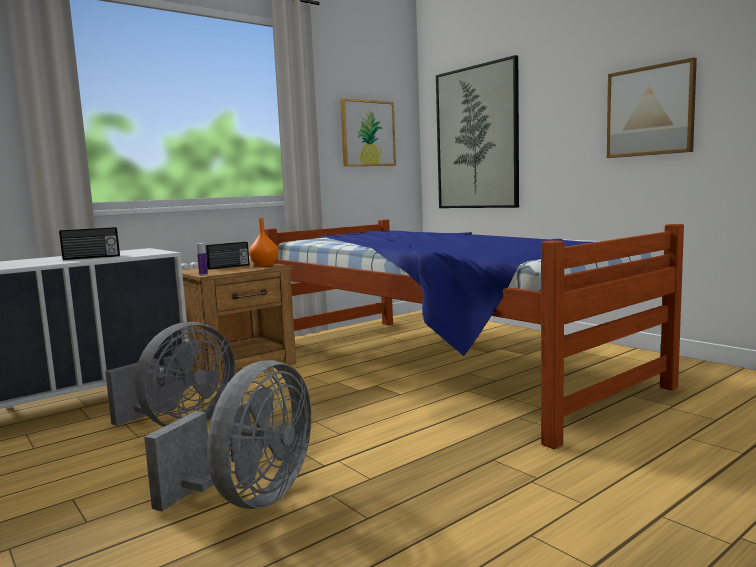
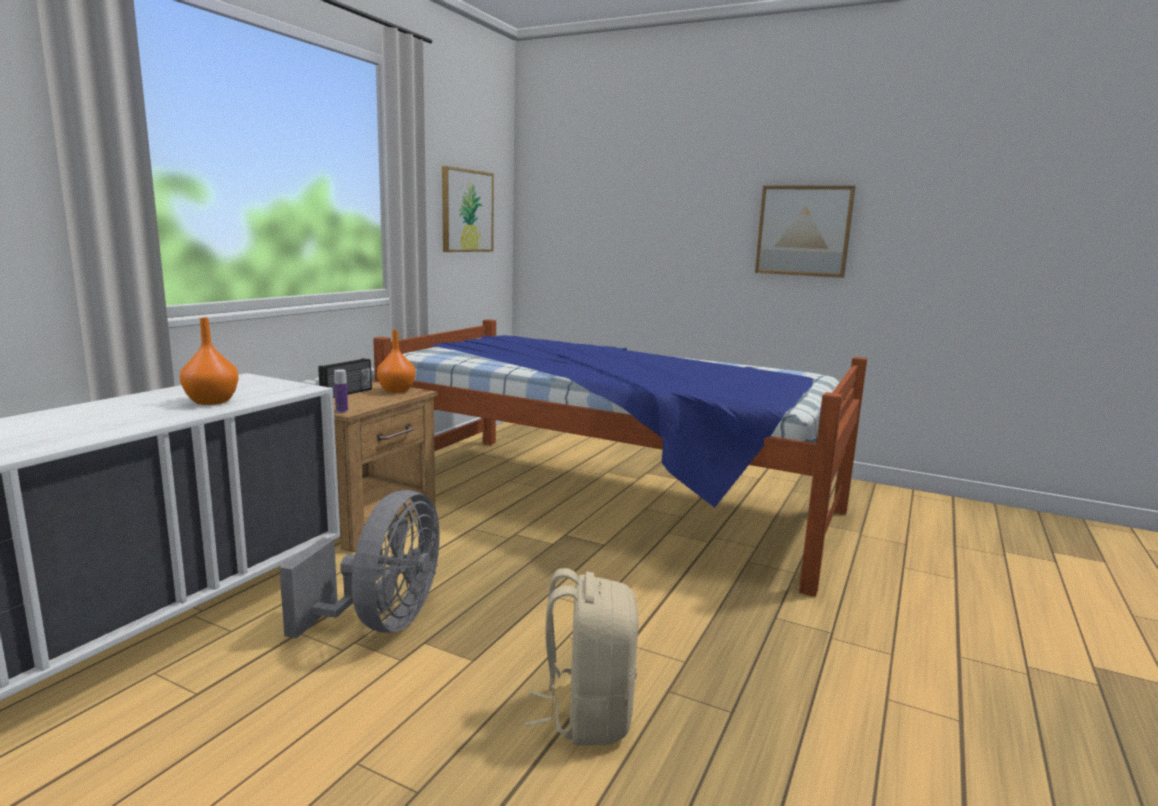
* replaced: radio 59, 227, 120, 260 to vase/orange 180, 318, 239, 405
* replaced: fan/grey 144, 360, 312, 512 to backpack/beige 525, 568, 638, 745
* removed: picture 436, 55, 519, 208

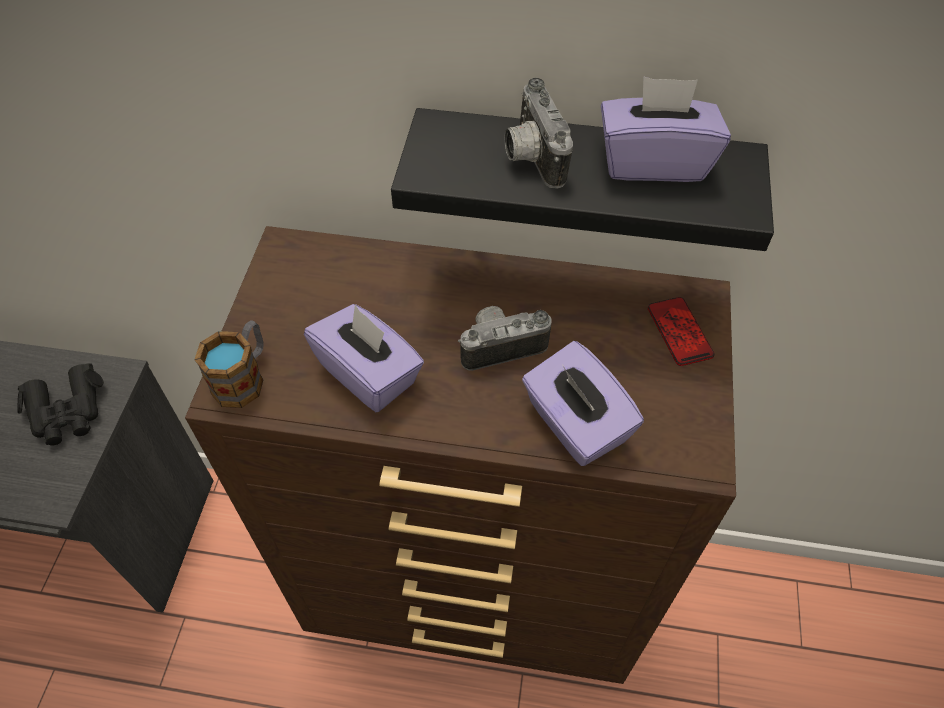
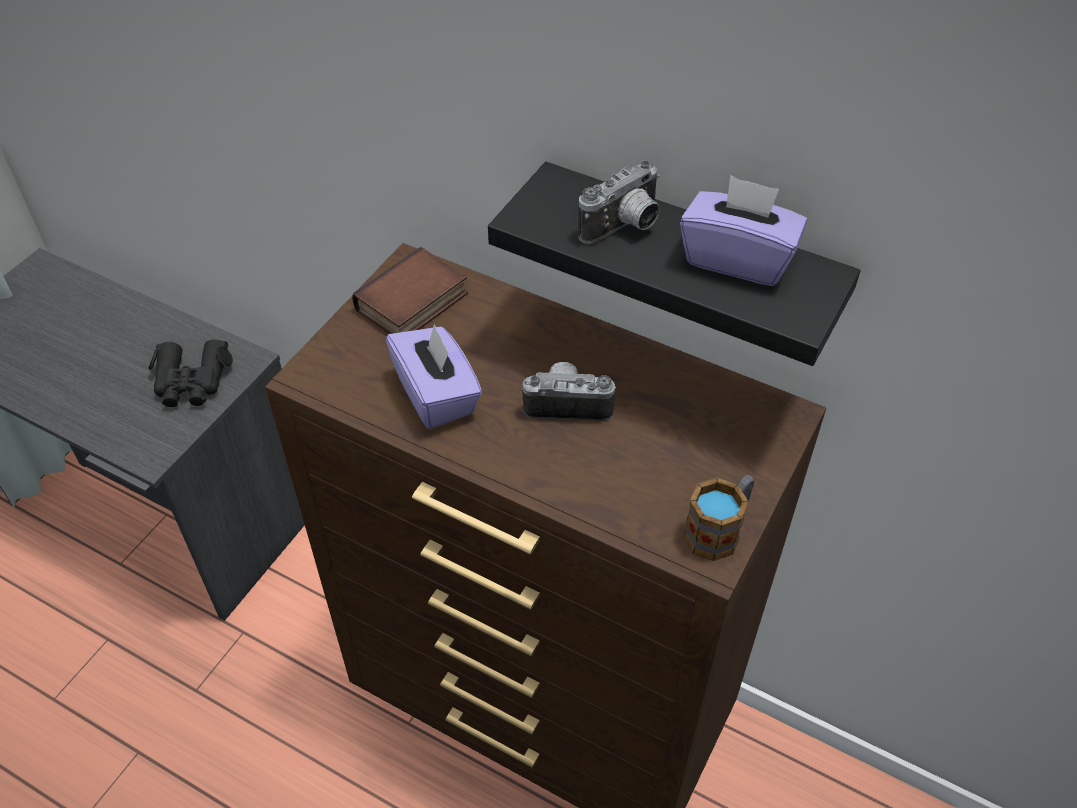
* added: book 352, 247, 468, 334
* turned: photo camera 504, 78, 573, 189 = 578, 160, 660, 244 135 degrees counterclockwise
* moved: mug 194, 320, 264, 408 to 683, 475, 754, 561
* removed: tissue box/purple 522, 341, 644, 466
* removed: phone 648, 297, 715, 366

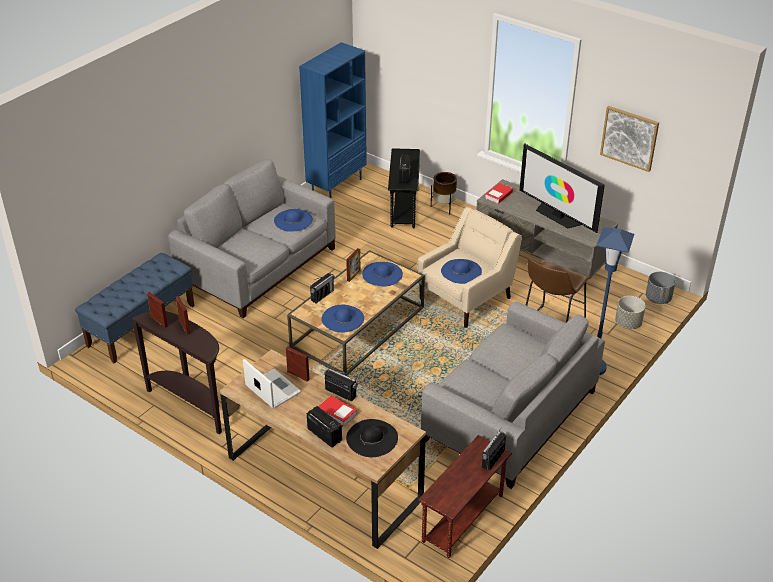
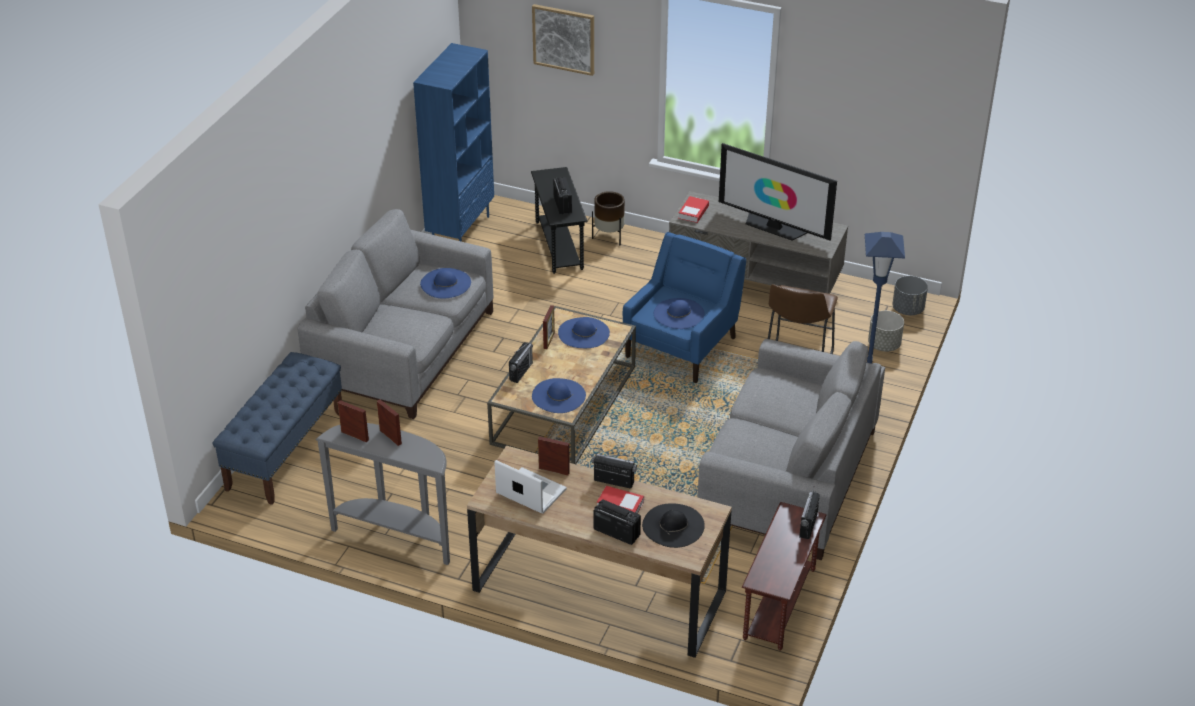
* recoloured: console table/brown 131, 311, 222, 434 to console table/grey 315, 423, 450, 565
* moved: picture 600, 106, 659, 172 to 532, 4, 594, 76
* recoloured: armchair/beige 417, 207, 522, 328 to armchair/blue 623, 232, 746, 383

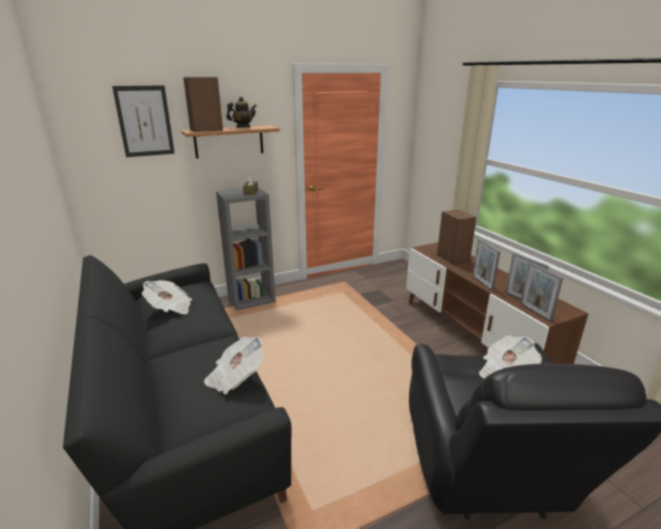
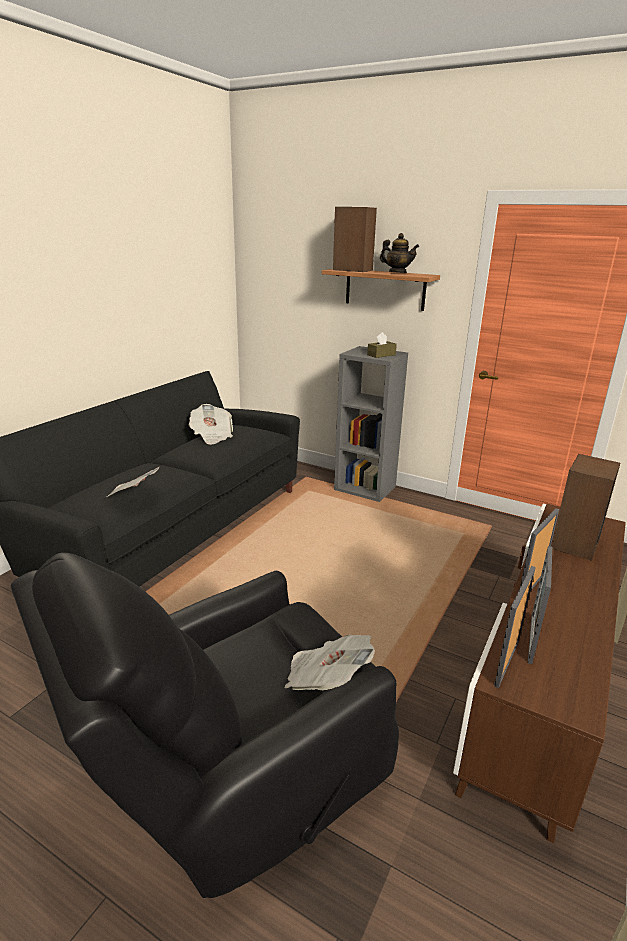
* removed: picture 112, 85, 175, 157

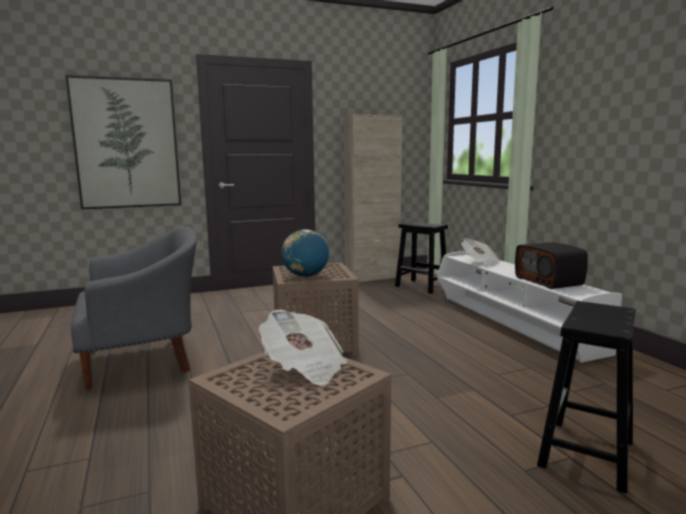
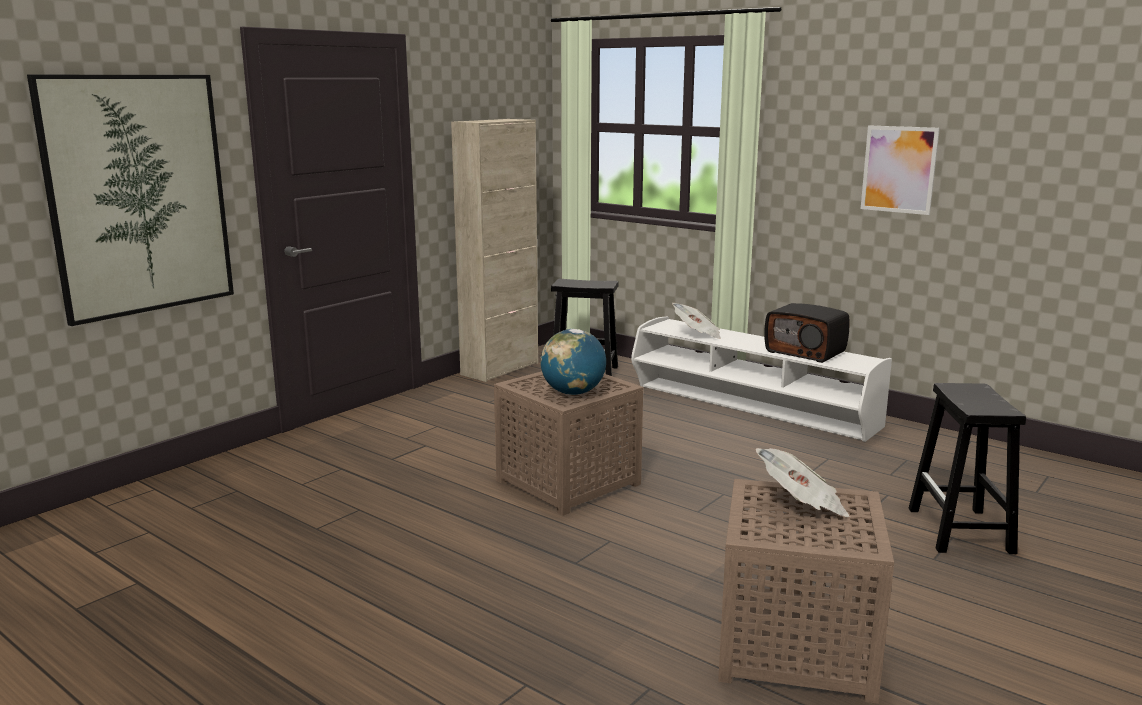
* added: picture 861, 125, 940, 215
* removed: armchair/grey 71, 226, 197, 390

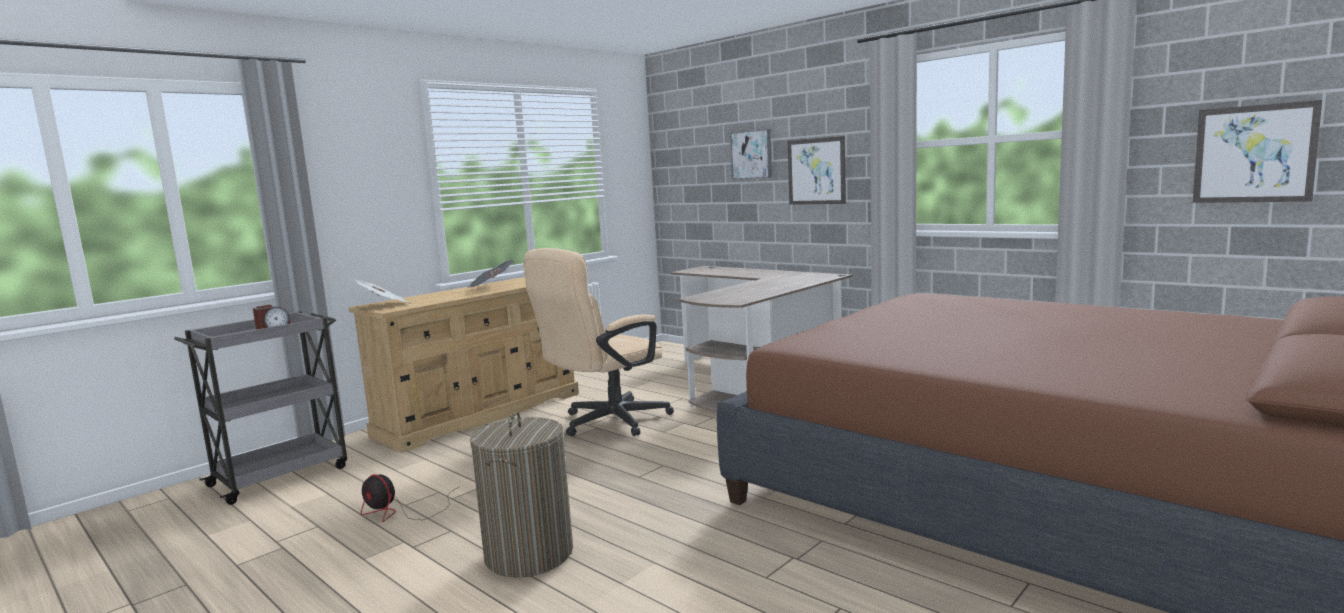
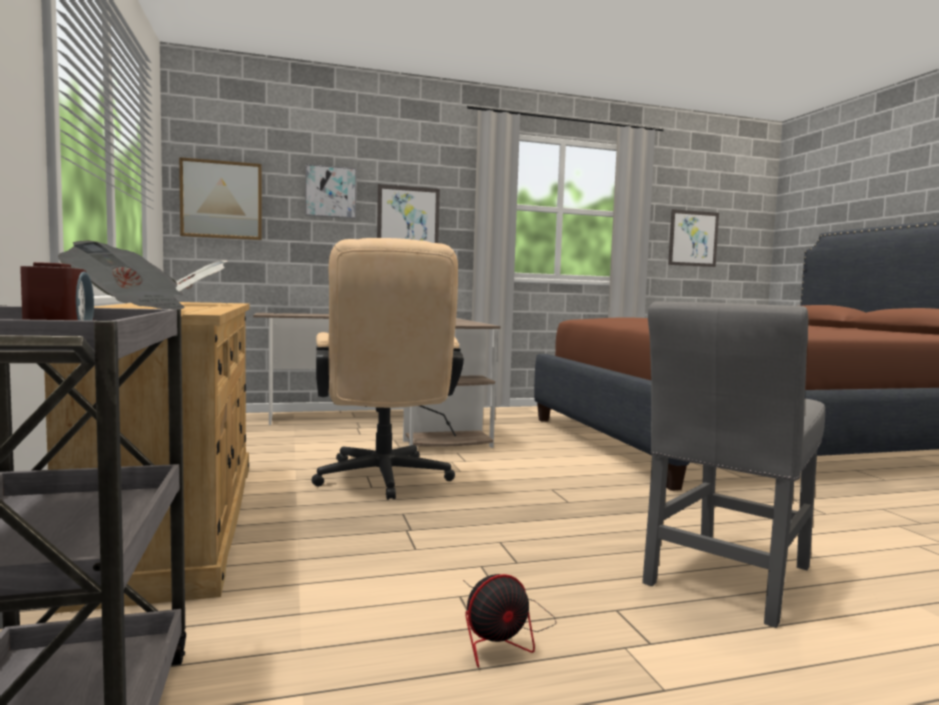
* added: picture 179, 157, 262, 240
* replaced: laundry basket 470, 411, 573, 577 to chair/grey 642, 301, 825, 628

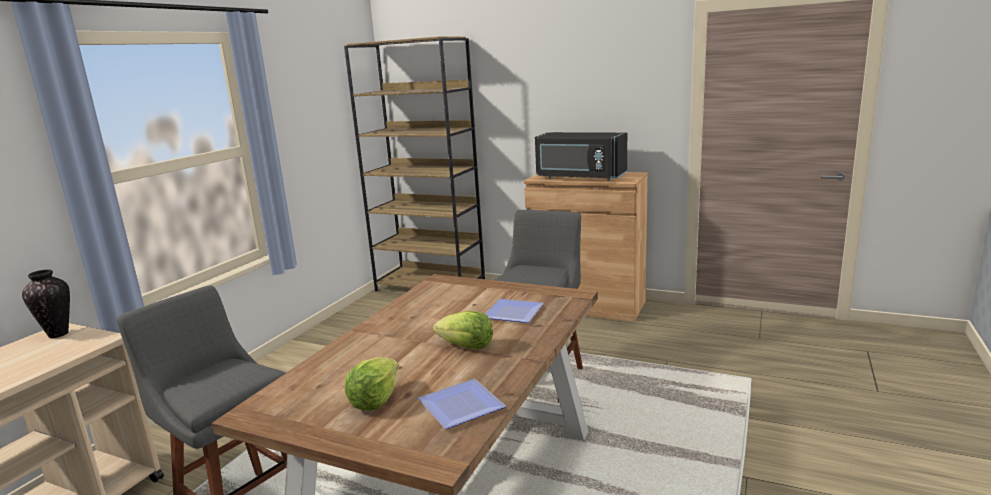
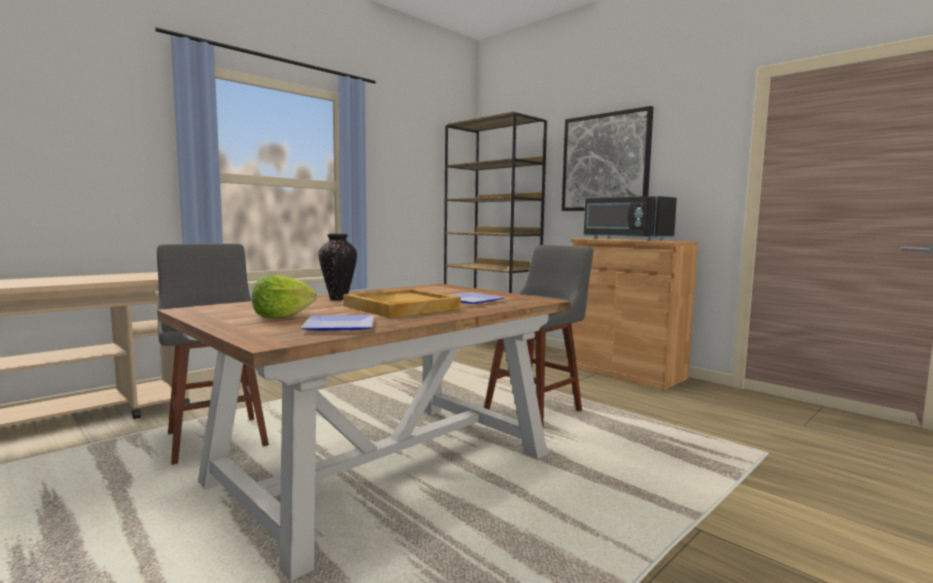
* moved: vase 22, 269, 70, 338 to 318, 234, 357, 300
* replaced: lettuce 433, 311, 493, 349 to tray/beige 343, 289, 461, 318
* added: picture 562, 106, 654, 211

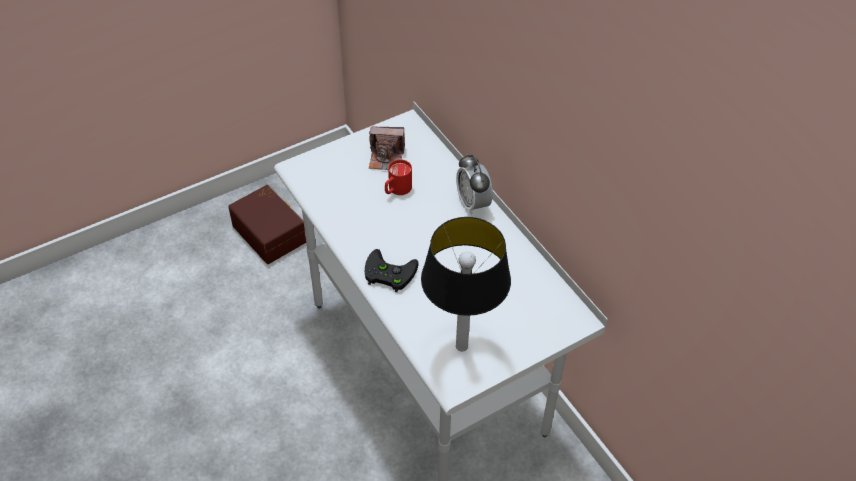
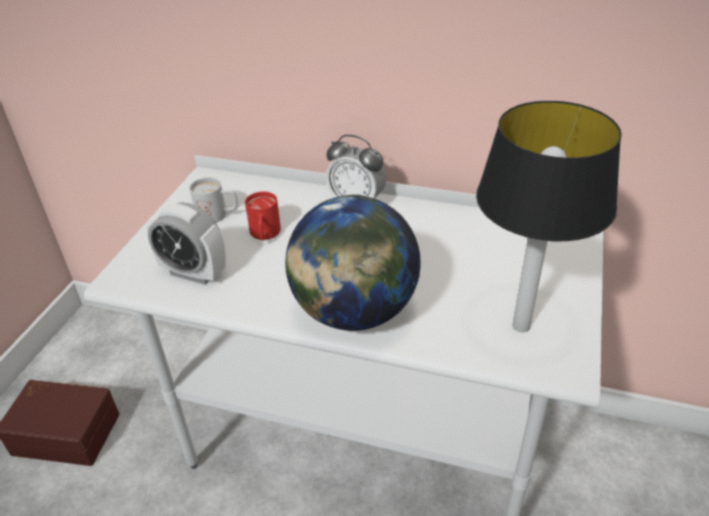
* added: alarm clock 147, 202, 226, 285
* replaced: photo camera 369, 127, 405, 170 to mug/white 189, 177, 238, 223
* replaced: game controller/black 365, 249, 419, 292 to globe 285, 195, 421, 331

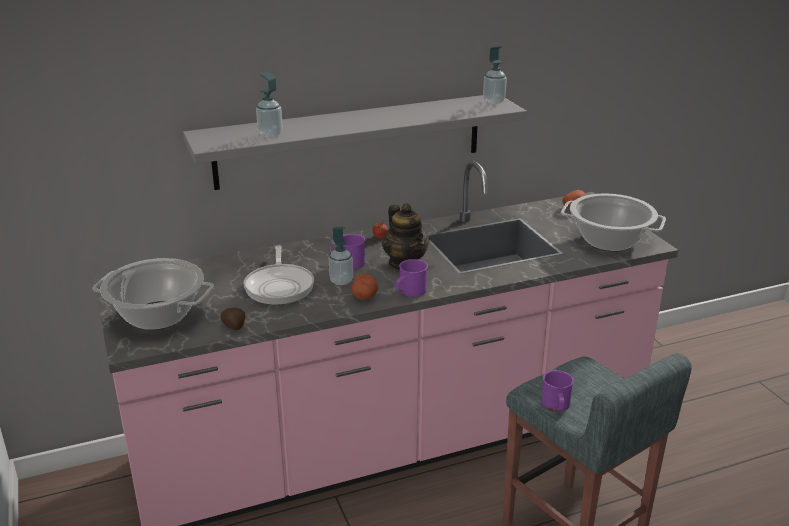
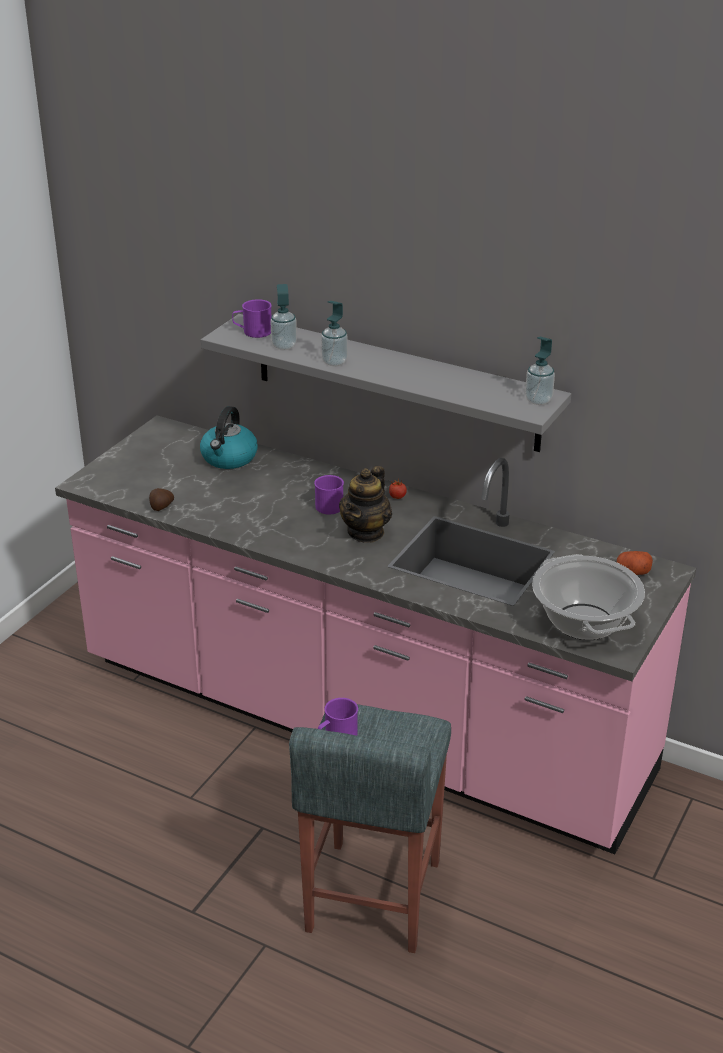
* added: kettle 200, 406, 258, 469
* moved: mug/purple 396, 259, 428, 297 to 232, 299, 272, 338
* moved: soap dispenser 329, 226, 353, 285 to 321, 301, 348, 366
* removed: cooking pot 92, 258, 214, 330
* removed: frying pan 243, 245, 314, 305
* removed: potato 352, 274, 378, 299

